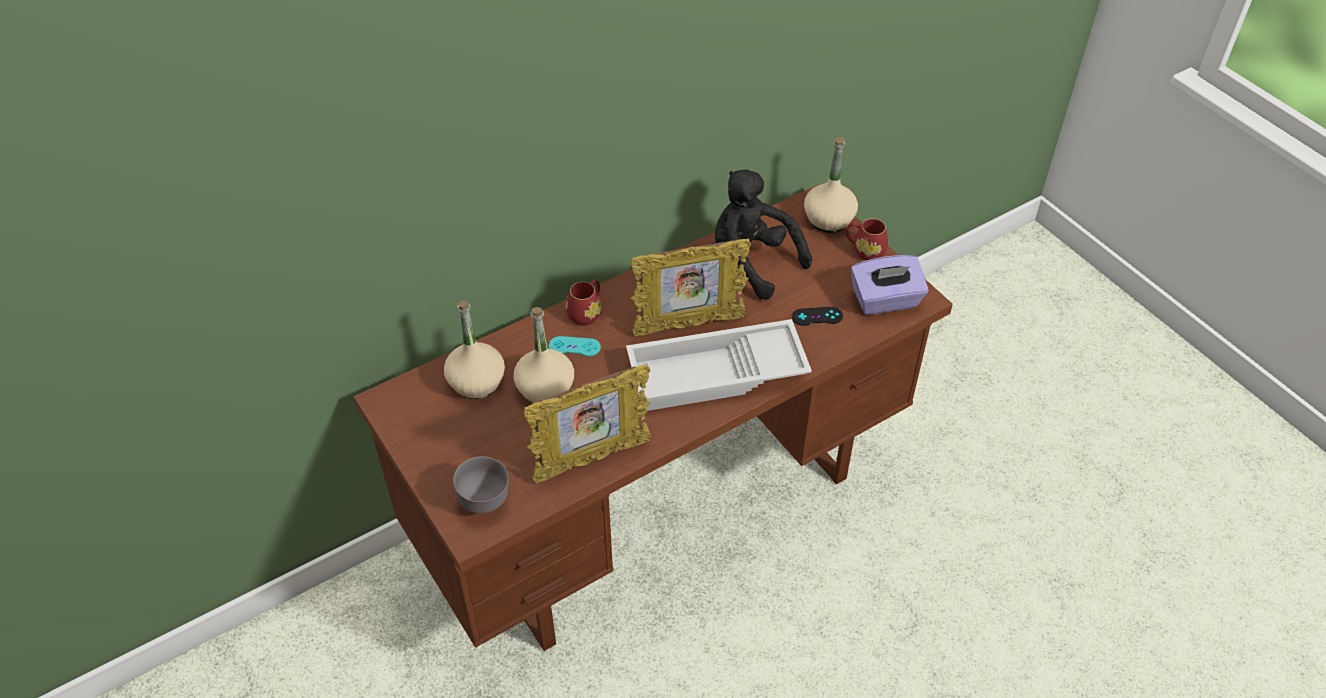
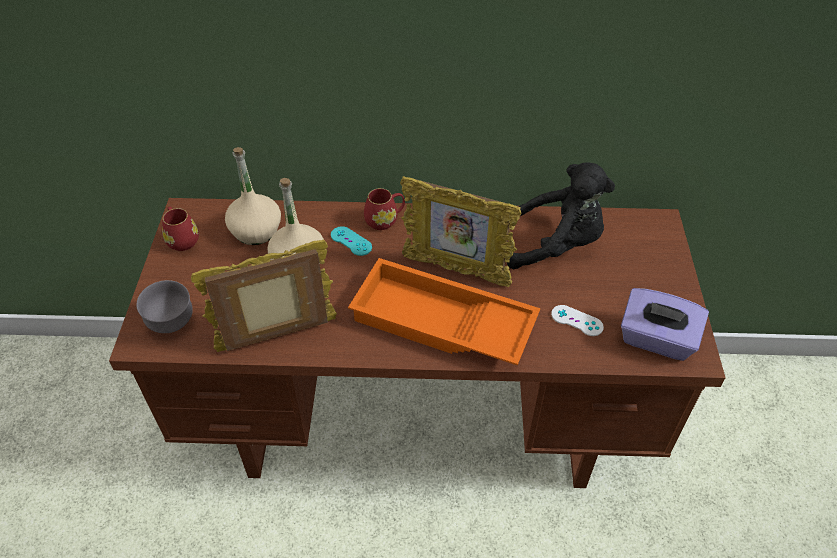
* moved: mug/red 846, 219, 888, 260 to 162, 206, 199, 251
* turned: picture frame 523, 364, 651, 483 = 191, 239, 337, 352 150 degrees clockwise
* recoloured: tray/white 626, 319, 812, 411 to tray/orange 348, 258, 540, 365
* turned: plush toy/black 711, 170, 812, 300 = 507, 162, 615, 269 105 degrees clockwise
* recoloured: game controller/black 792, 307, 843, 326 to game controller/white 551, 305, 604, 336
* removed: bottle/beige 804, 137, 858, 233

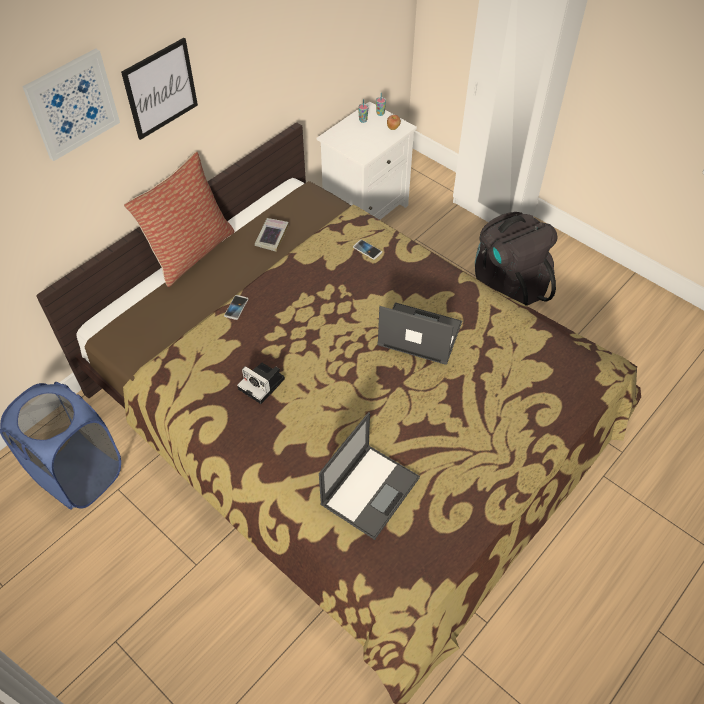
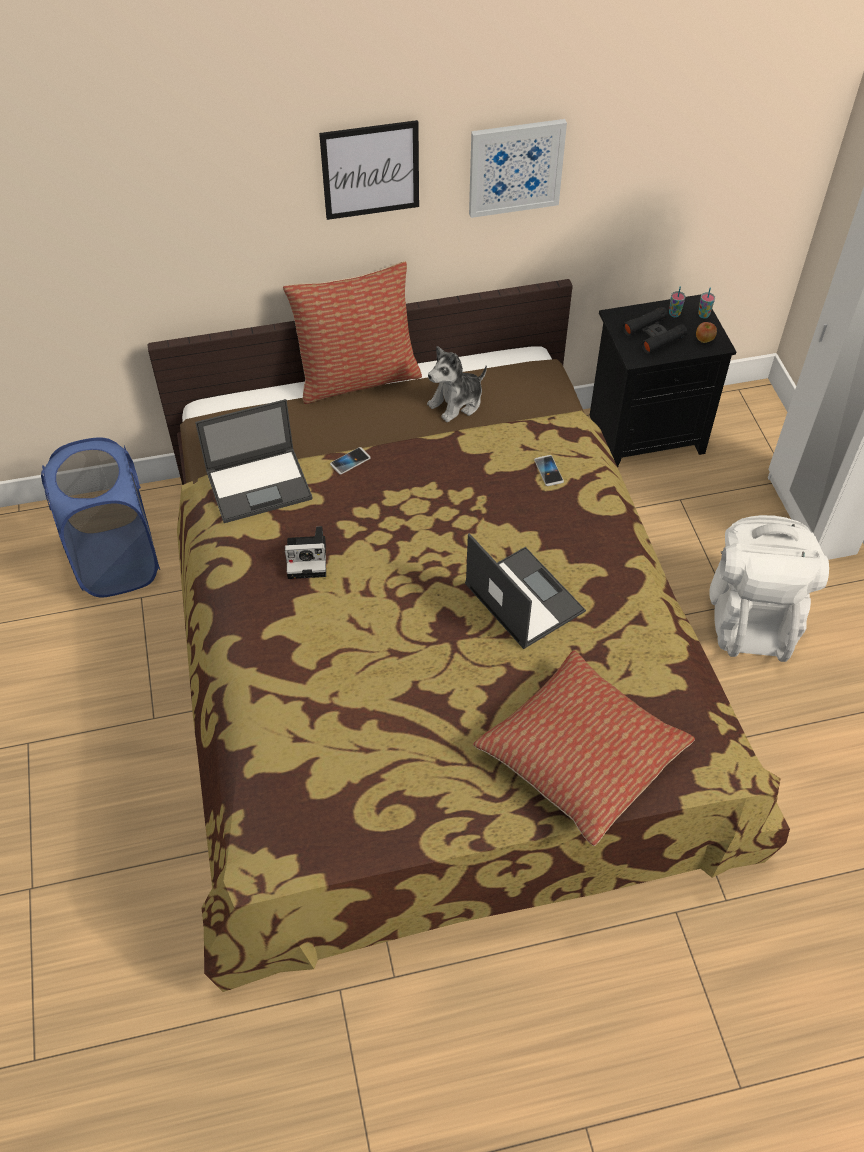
* moved: laptop 319, 412, 420, 540 to 195, 399, 313, 523
* turned: photo camera 237, 363, 285, 404 = 285, 526, 326, 579 75 degrees counterclockwise
* replaced: book 255, 218, 288, 252 to plush toy 427, 346, 487, 422
* moved: picture 22, 48, 120, 161 to 469, 119, 567, 218
* added: pillow 473, 650, 695, 846
* recoloured: nightstand/white 317, 101, 417, 220 to nightstand/black 590, 294, 736, 467
* added: binoculars/black 622, 307, 687, 354
* recoloured: backpack/black 475, 212, 557, 306 to backpack/white 709, 515, 829, 662

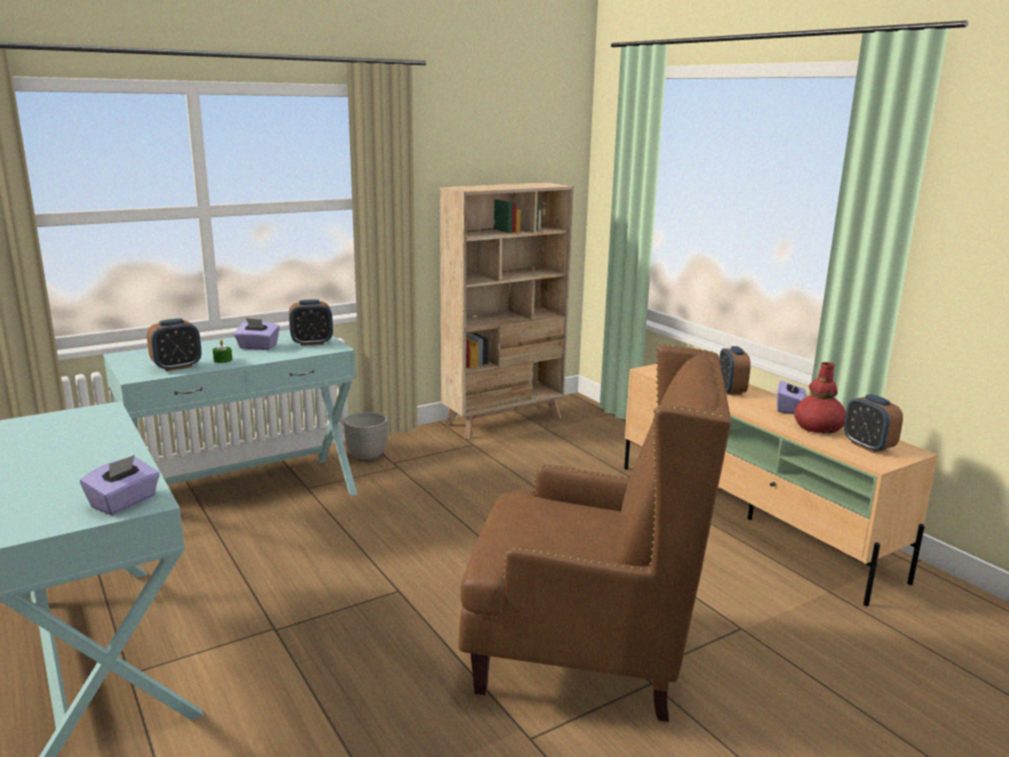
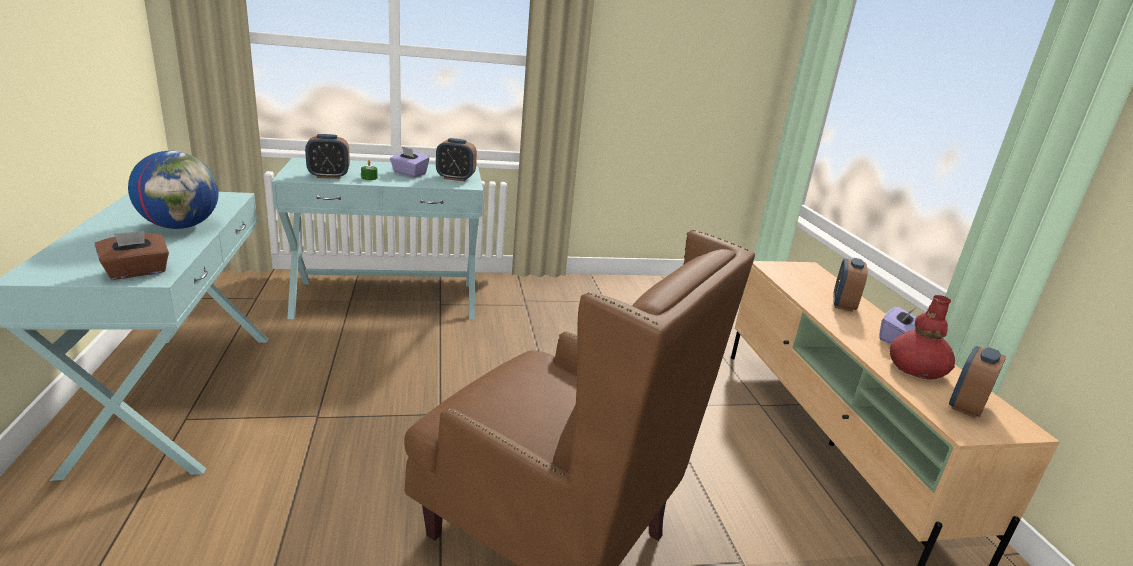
* recoloured: tissue box/purple 80, 455, 160, 515 to tissue box/brown 95, 231, 169, 280
* added: globe 128, 151, 219, 229
* turned: alarm clock 844, 394, 903, 453 = 949, 346, 1007, 418 45 degrees clockwise
* removed: planter 343, 412, 388, 462
* removed: bookcase/beige 440, 182, 574, 439

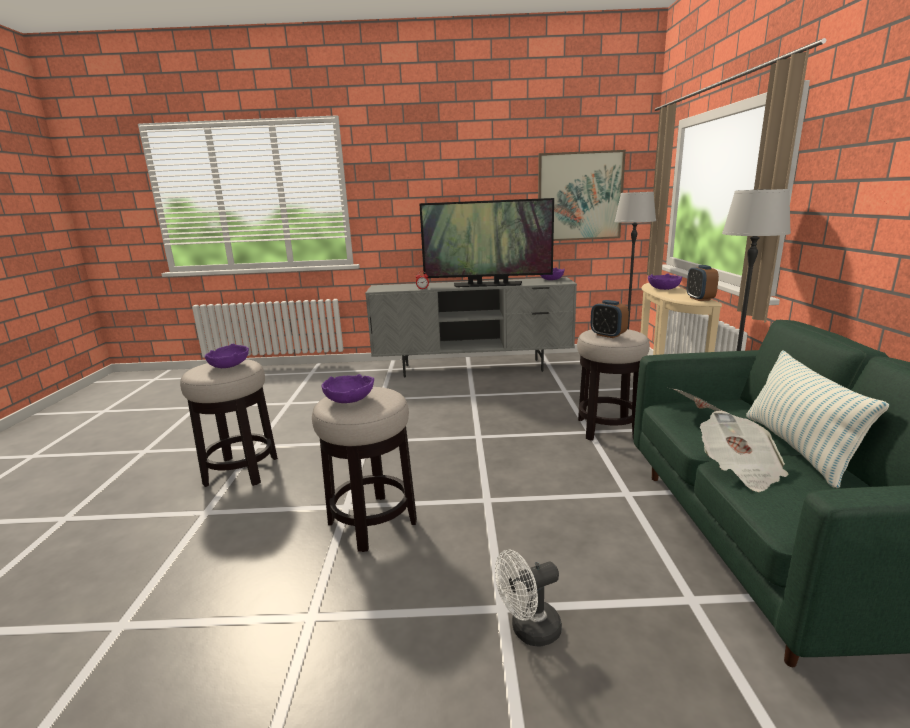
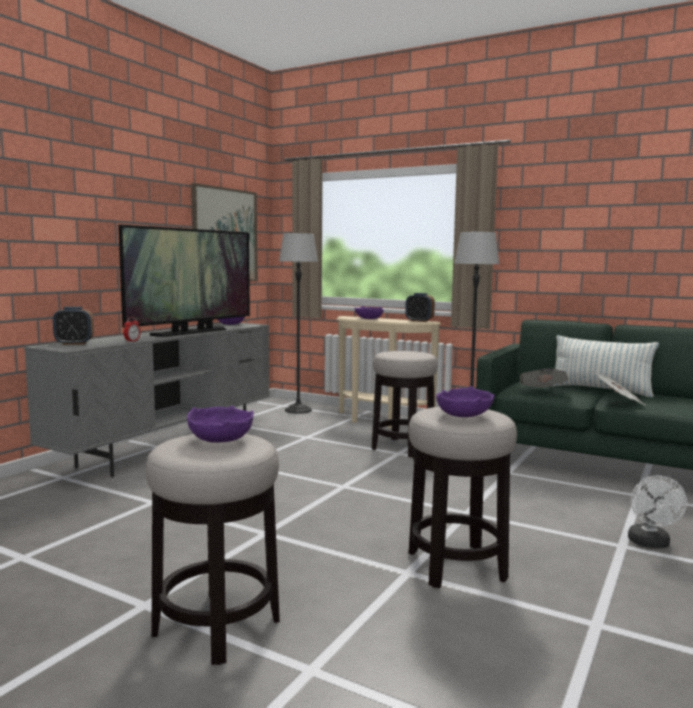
* moved: alarm clock 590, 300, 629, 338 to 53, 307, 94, 345

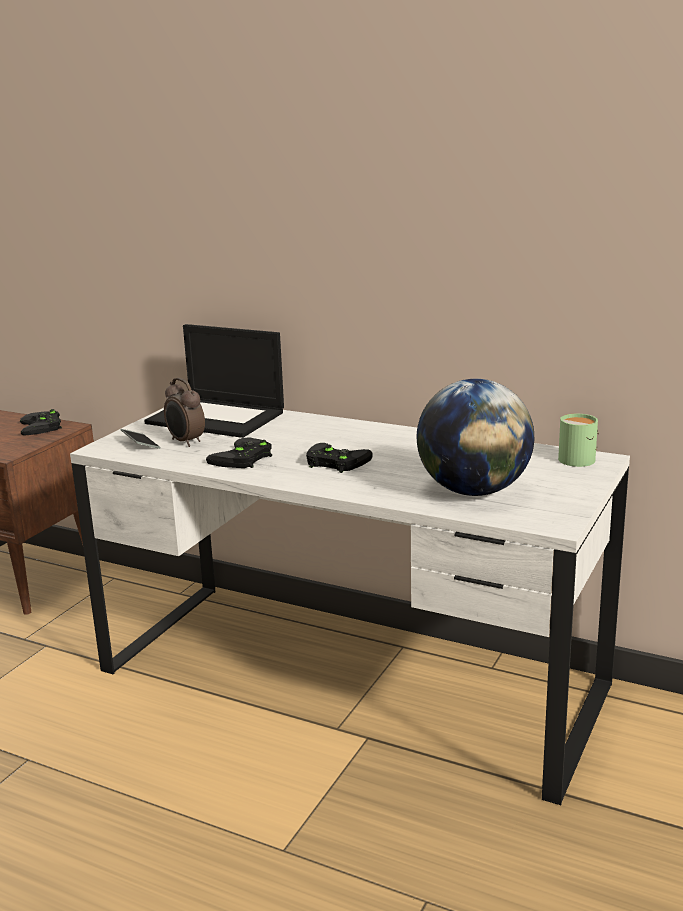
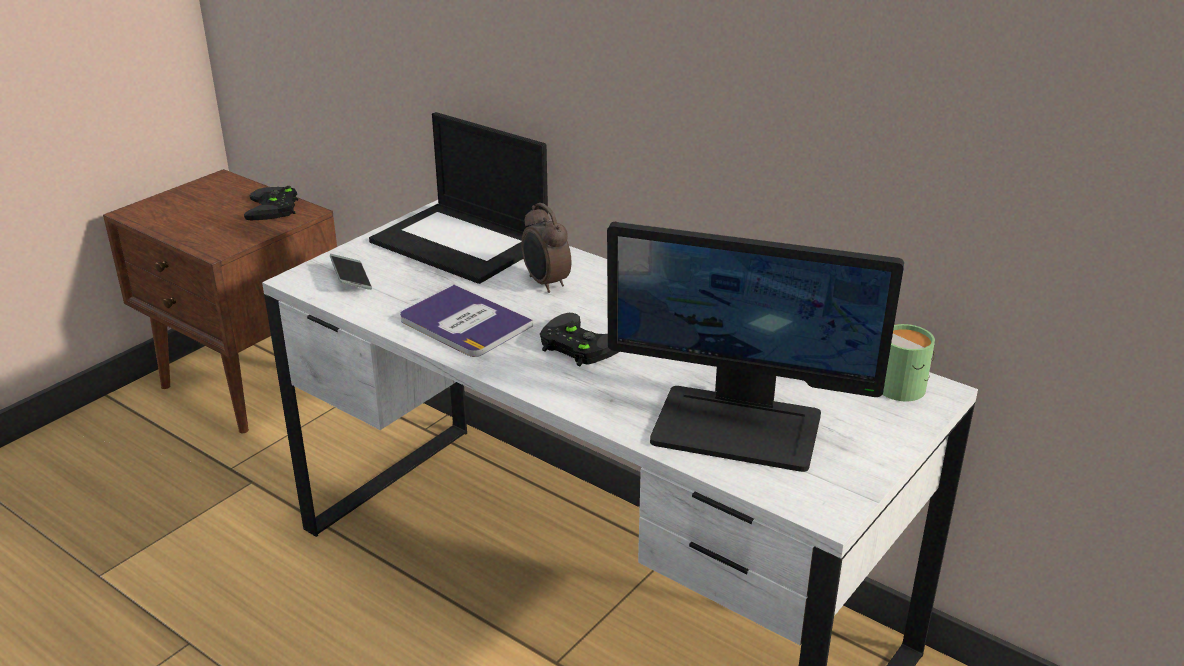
* replaced: game controller/black 206, 437, 272, 468 to book 400, 285, 533, 357
* moved: alarm clock 164, 378, 205, 447 to 521, 203, 571, 293
* replaced: globe 417, 379, 534, 496 to monitor 607, 222, 904, 472

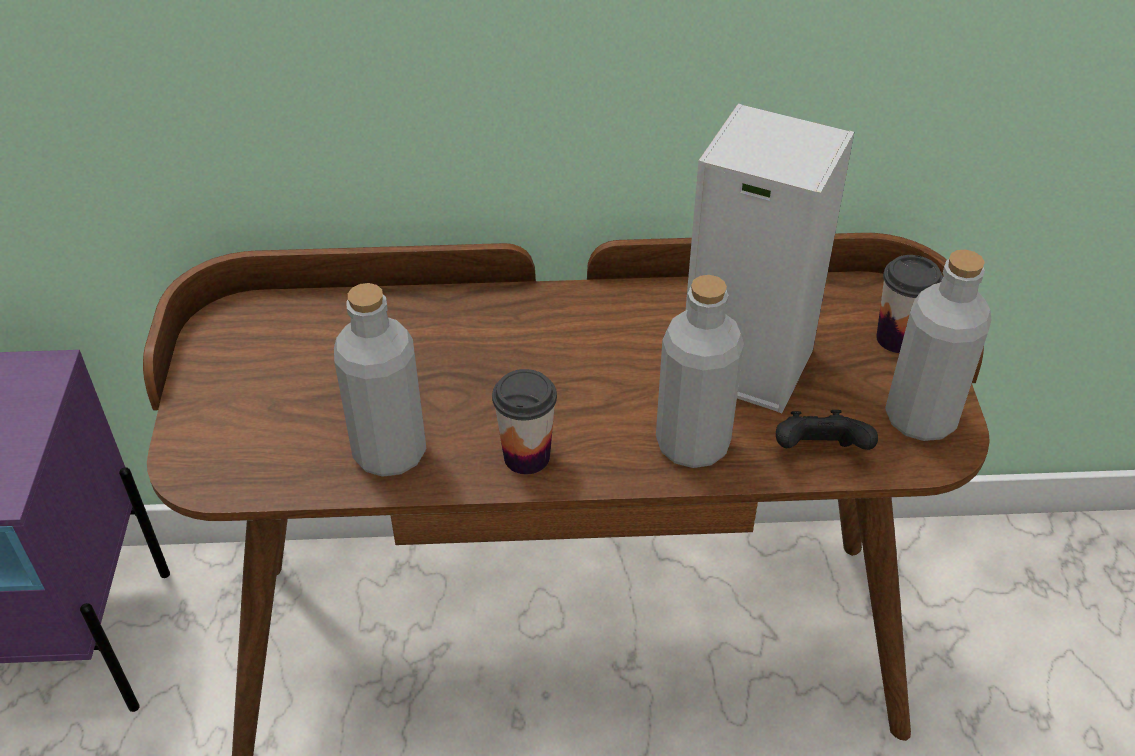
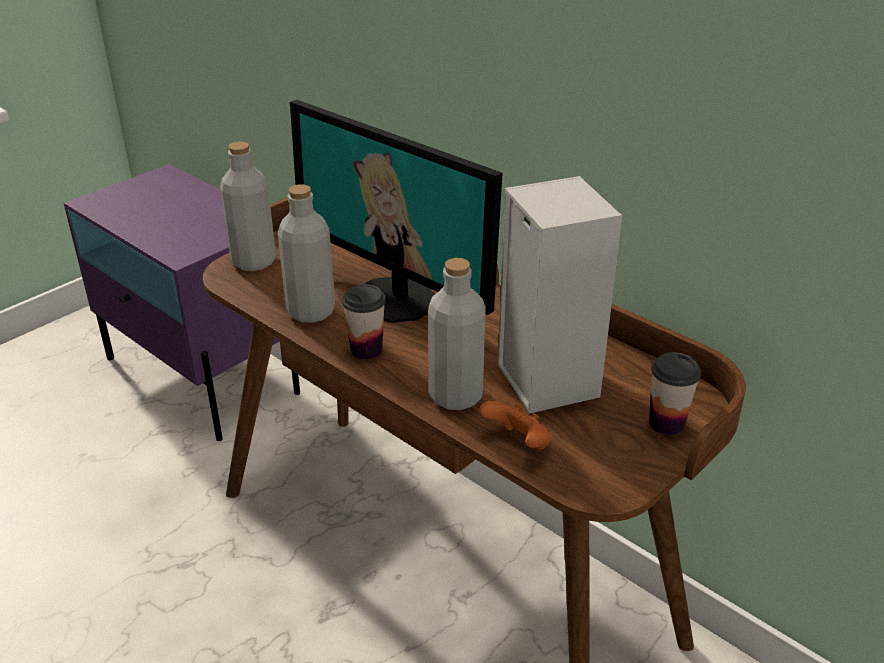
* moved: bottle/grey 885, 249, 991, 441 to 220, 142, 276, 271
* added: monitor 290, 100, 503, 323
* recoloured: game controller/black 776, 410, 878, 450 to game controller/orange 479, 401, 552, 450

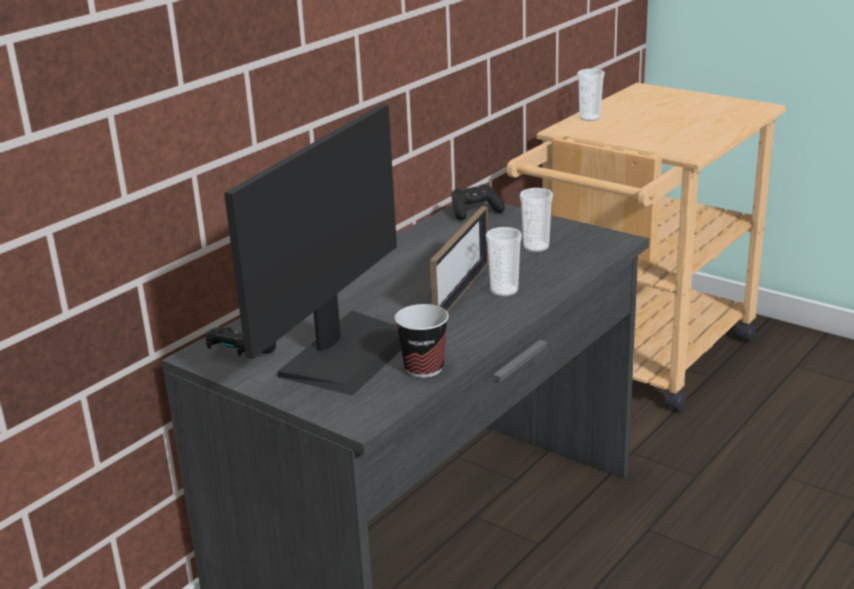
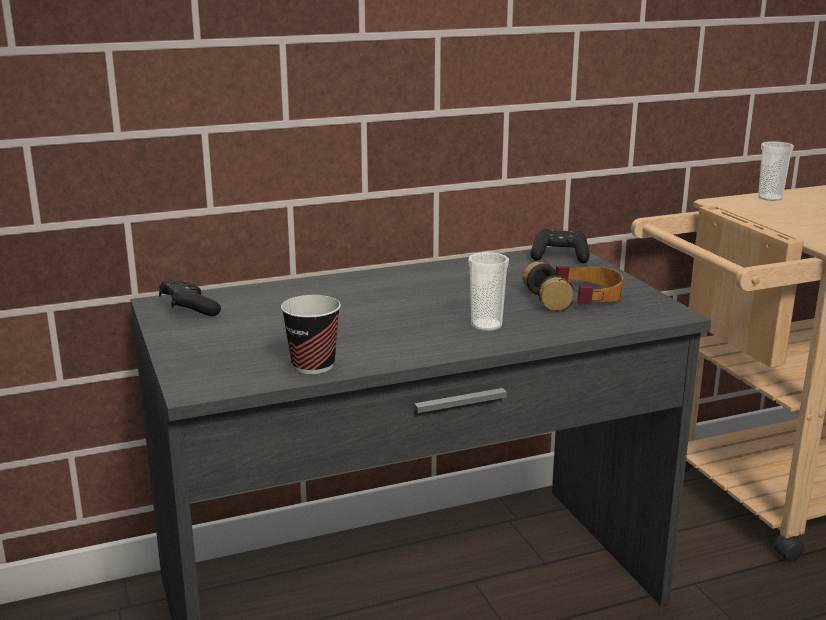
* replaced: cup 520, 188, 553, 252 to headphones 523, 261, 623, 311
* removed: monitor 224, 104, 401, 396
* removed: picture frame 430, 206, 488, 312

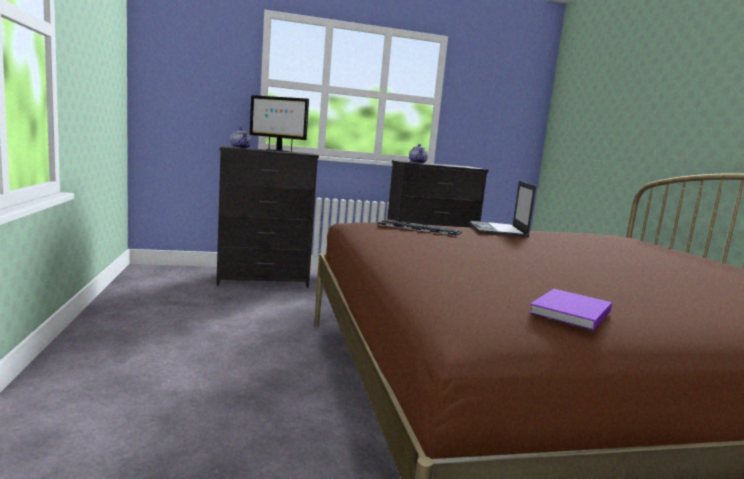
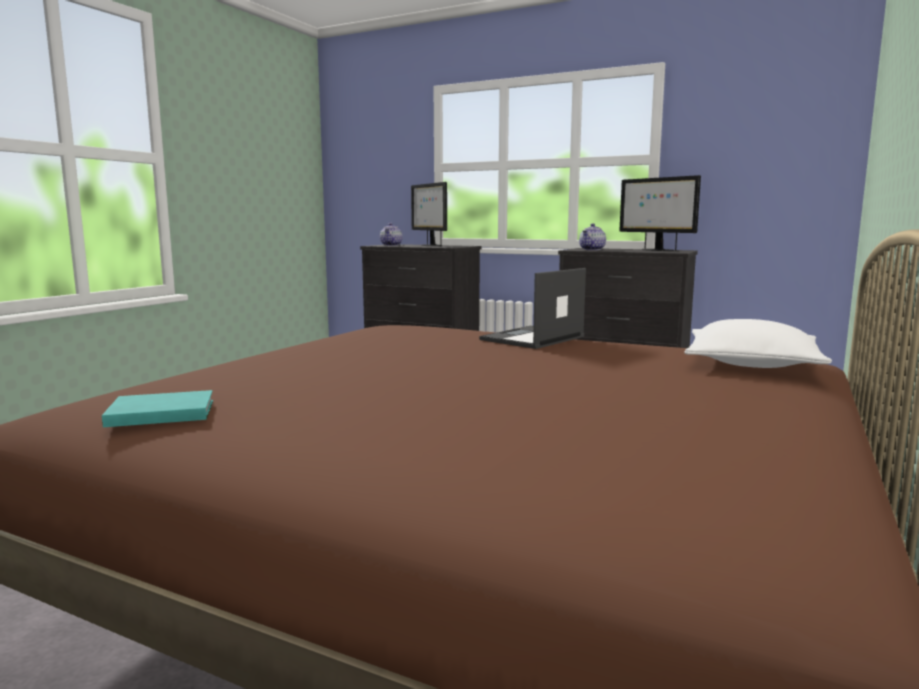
* recoloured: book/purple 529, 289, 612, 331 to book/turquoise 102, 390, 213, 427
* added: monitor 619, 175, 701, 251
* added: pillow/white 685, 319, 832, 368
* removed: keyboard 378, 219, 462, 237

